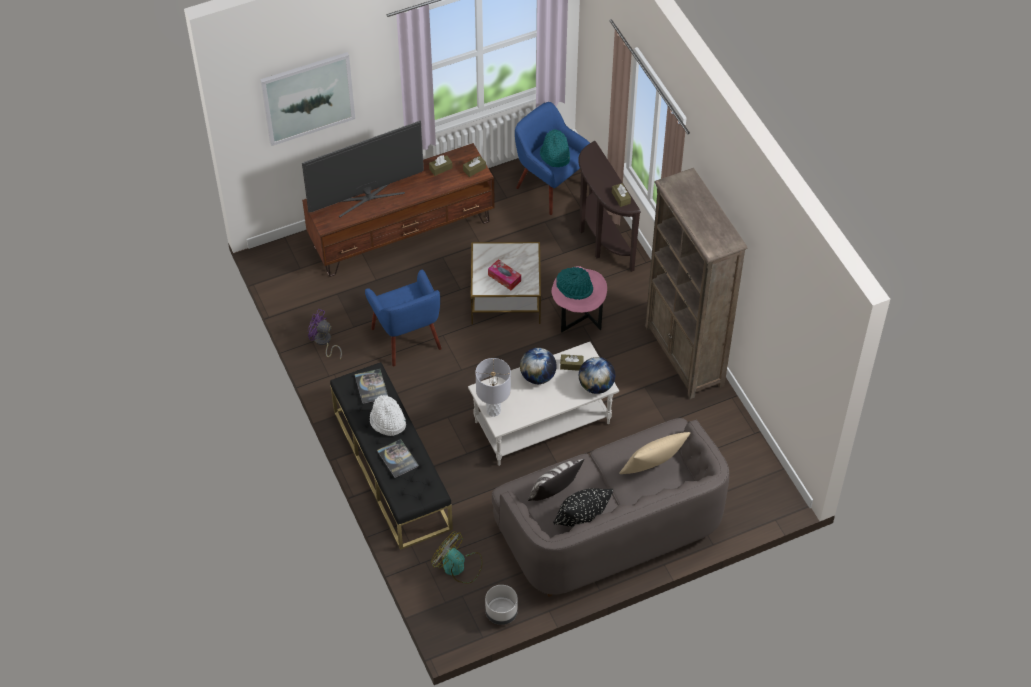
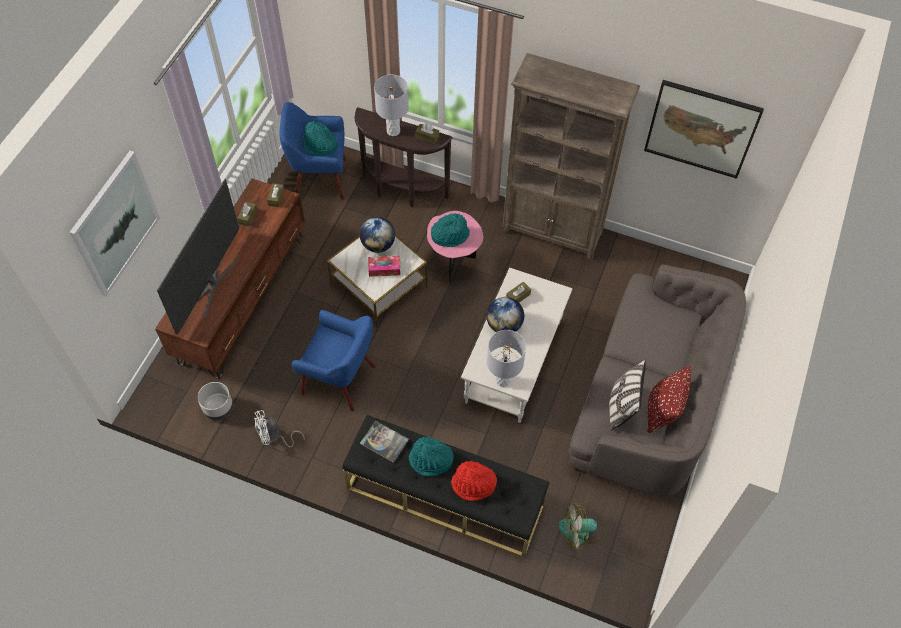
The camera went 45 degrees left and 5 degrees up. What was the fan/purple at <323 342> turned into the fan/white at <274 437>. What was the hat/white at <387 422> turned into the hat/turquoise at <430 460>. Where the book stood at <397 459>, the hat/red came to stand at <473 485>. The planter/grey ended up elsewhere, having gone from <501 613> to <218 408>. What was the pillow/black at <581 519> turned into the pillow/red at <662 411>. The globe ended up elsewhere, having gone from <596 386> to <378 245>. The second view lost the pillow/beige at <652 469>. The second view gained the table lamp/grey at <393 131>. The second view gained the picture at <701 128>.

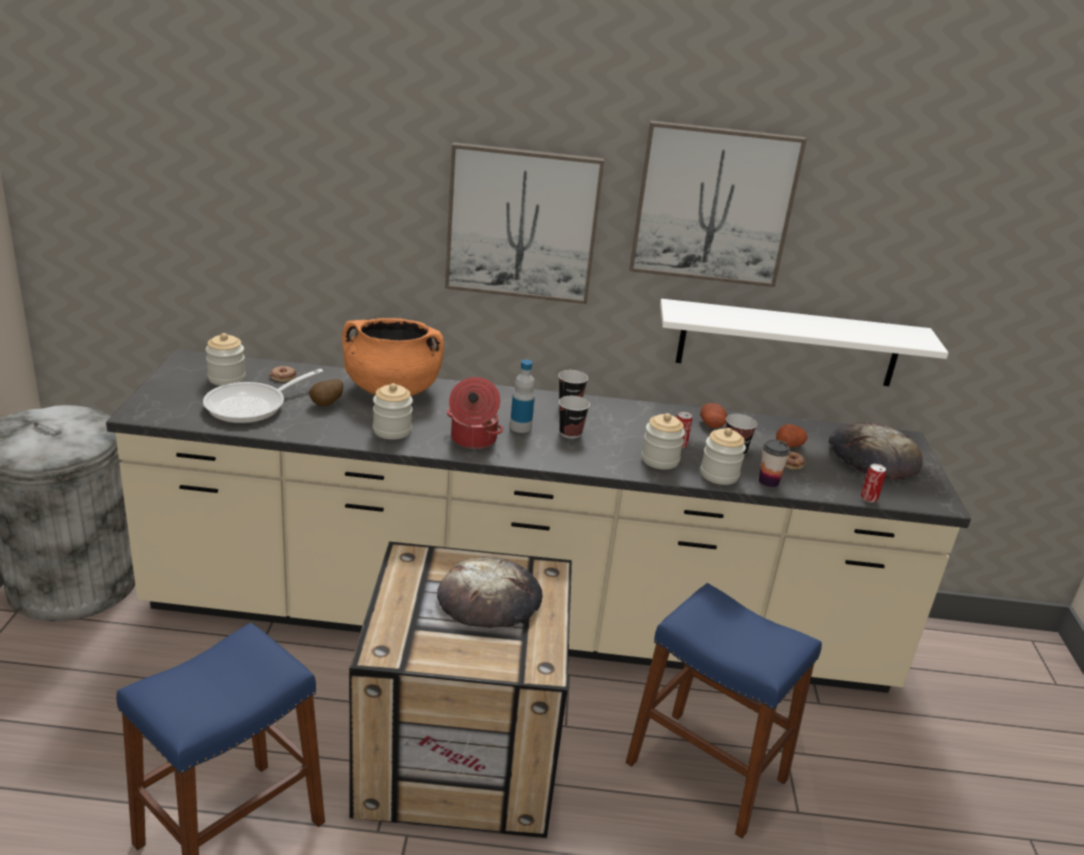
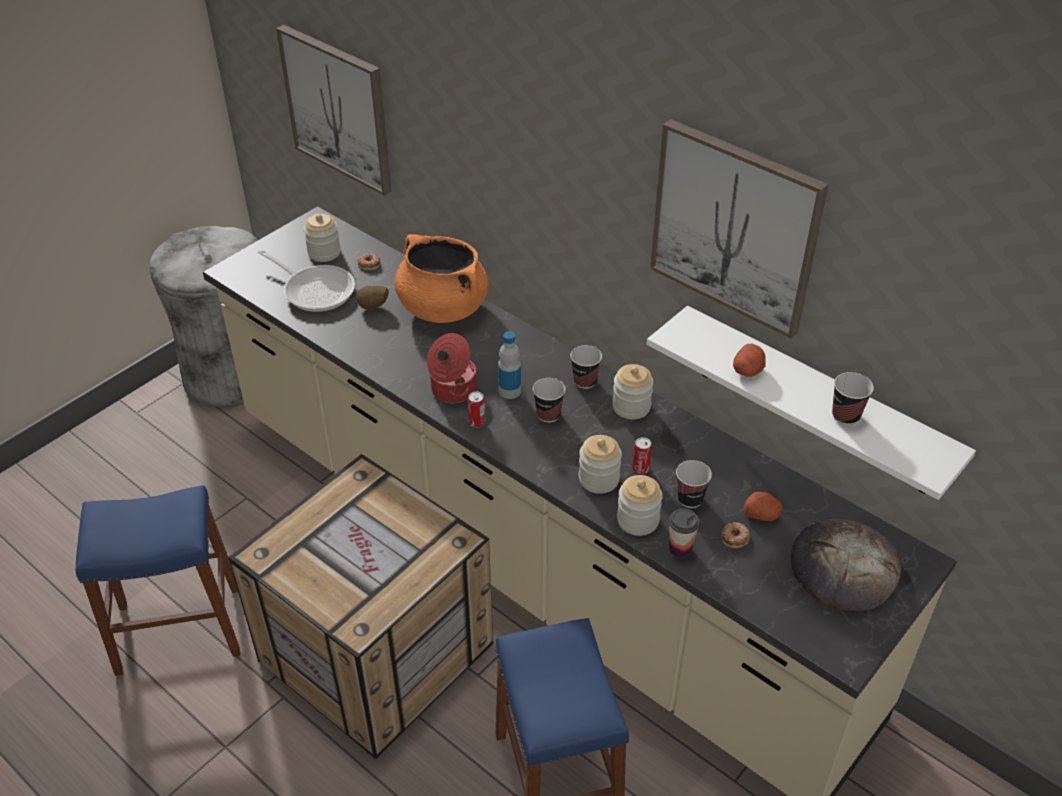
The camera went 40 degrees right and 15 degrees up. The frying pan at <252 406> ended up facing another way, 135 degrees counterclockwise from before. The jar ended up elsewhere, having gone from <392 430> to <631 406>. The second view lost the bread at <490 599>. The picture ended up elsewhere, having gone from <522 223> to <338 109>. The potato ended up elsewhere, having gone from <712 425> to <748 370>. The can ended up elsewhere, having gone from <869 498> to <477 422>. The second view gained the cup at <845 416>.

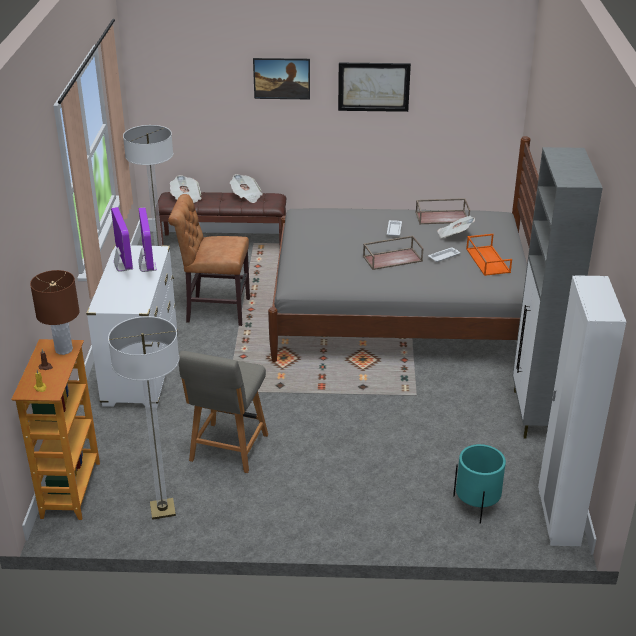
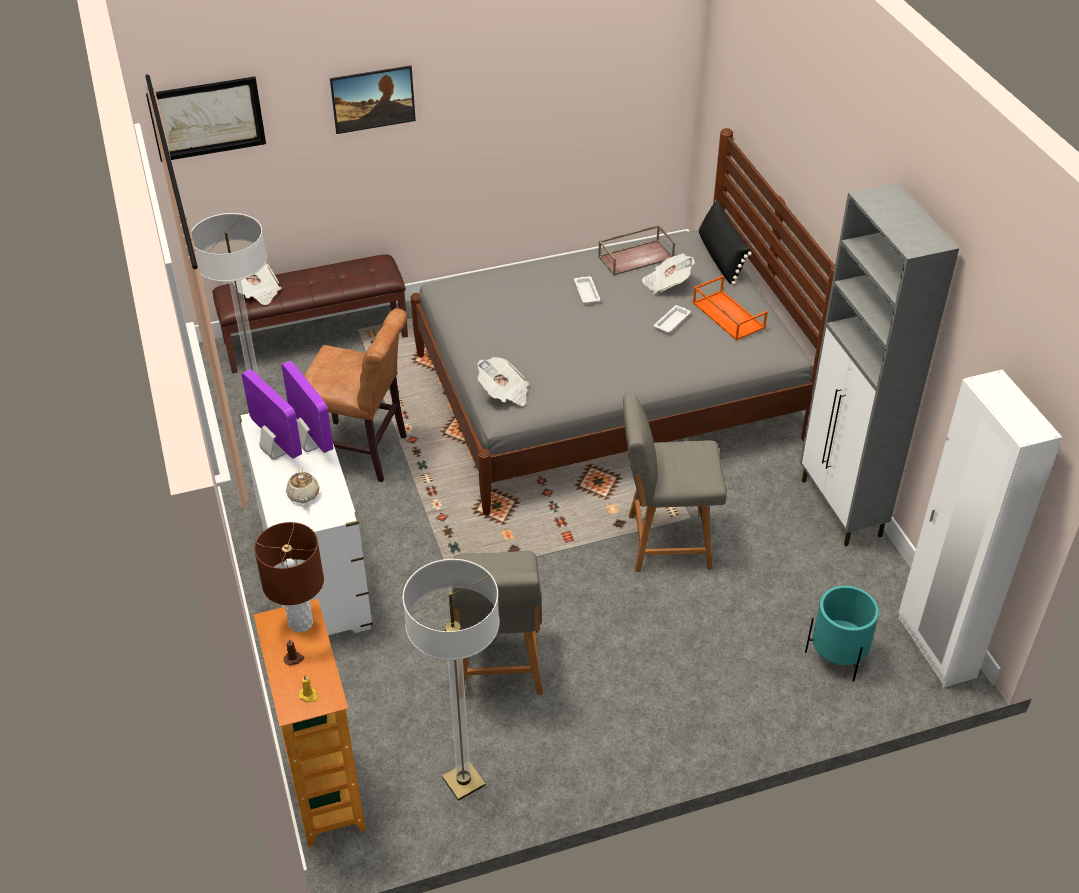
The camera went 20 degrees left and 10 degrees up. The chair/brown at <214 310> ended up facing another way, 150 degrees counterclockwise from before. The newspaper ended up elsewhere, having gone from <246 196> to <504 393>. The picture ended up elsewhere, having gone from <373 86> to <207 118>. The second view lost the tray/brown at <393 258>. The second view gained the teapot/beige at <303 495>. The second view gained the chair/grey at <665 542>. The second view gained the pillow/black at <720 257>.

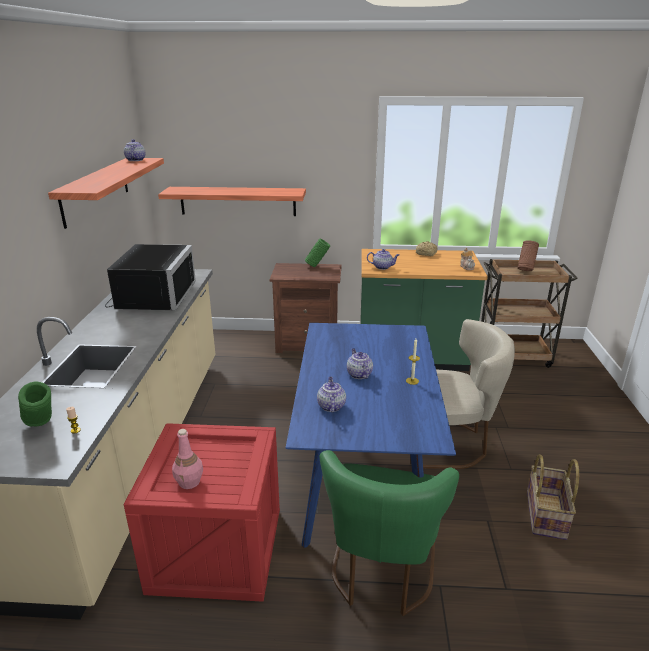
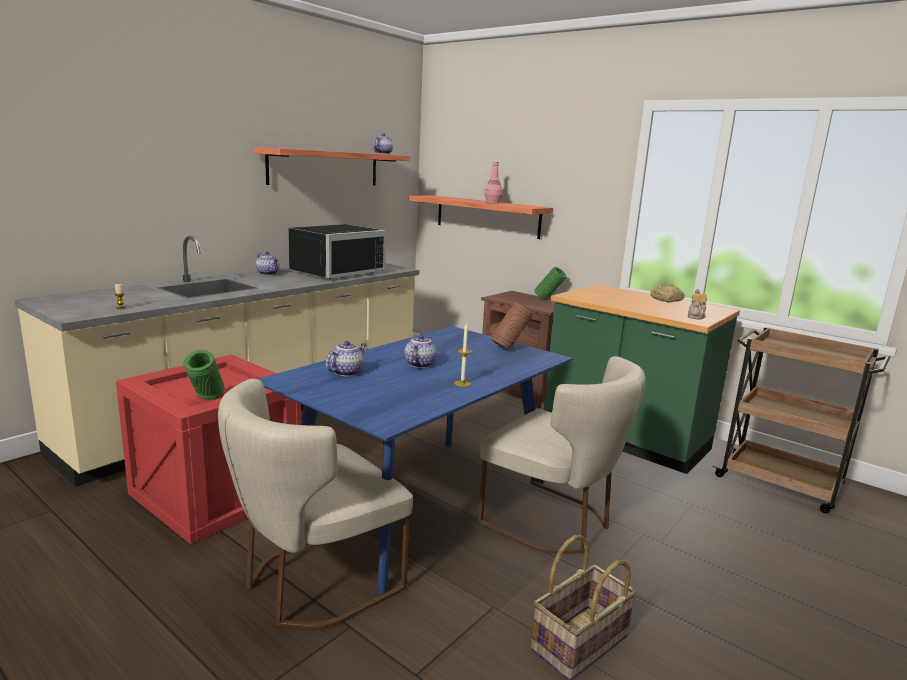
The camera went 35 degrees right and 10 degrees down. The vase/green ended up elsewhere, having gone from <42 427> to <206 401>. The bottle/pink ended up elsewhere, having gone from <189 482> to <493 203>. What was the chair/green at <382 573> turned into the chair/beige at <312 583>. The teapot ended up elsewhere, having gone from <383 267> to <268 273>. The vase/brown ended up elsewhere, having gone from <525 270> to <509 349>.

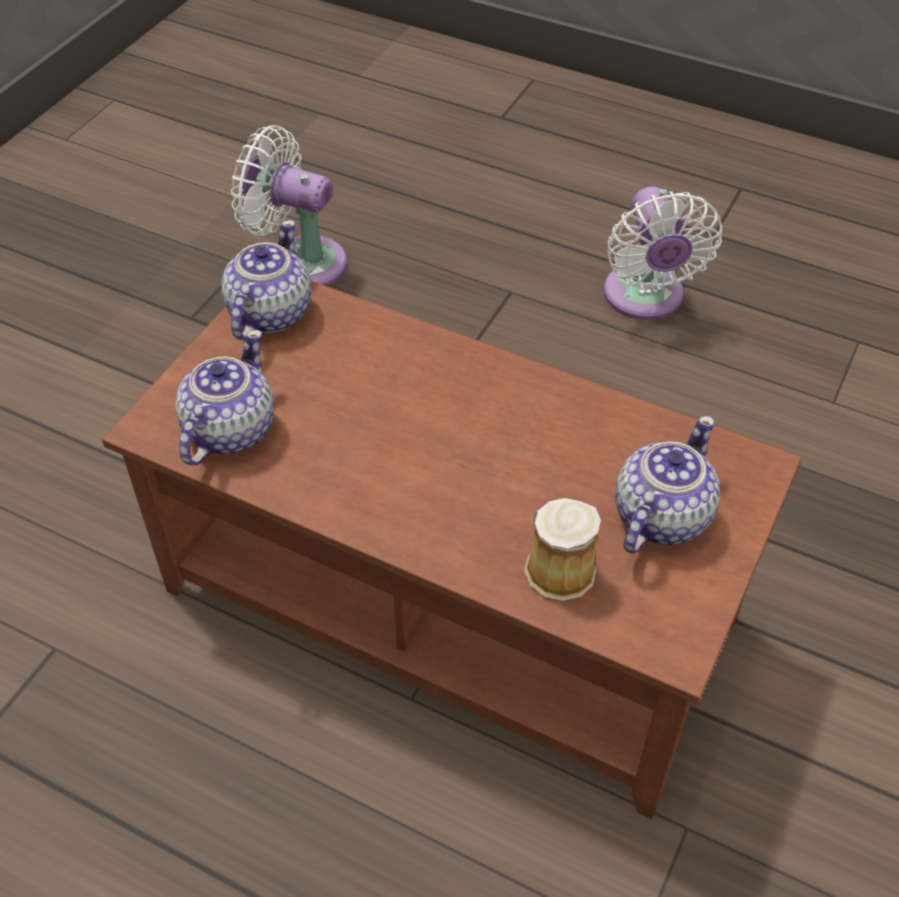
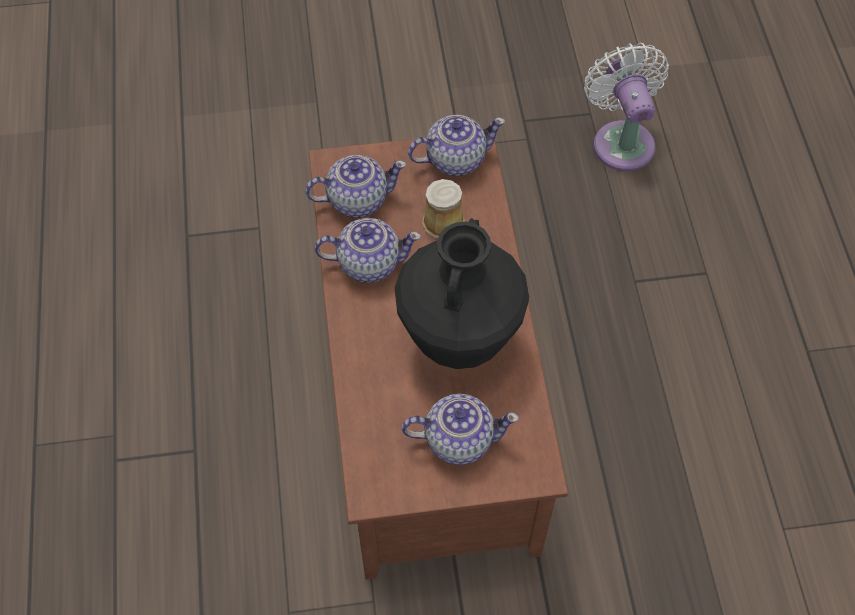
The camera went 55 degrees right and 10 degrees up. The mug ended up elsewhere, having gone from <557 568> to <444 220>. The second view lost the fan/white at <645 299>. The second view gained the teapot at <368 262>. The second view gained the vase/black at <459 339>.

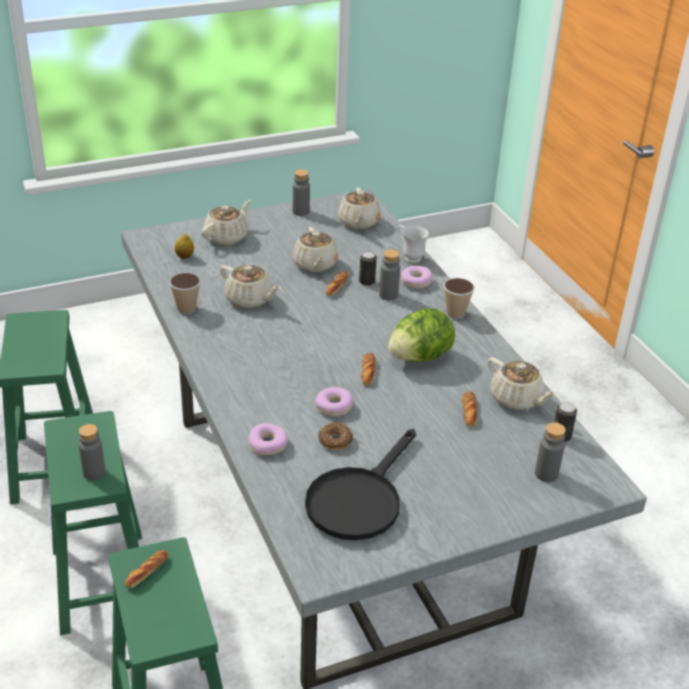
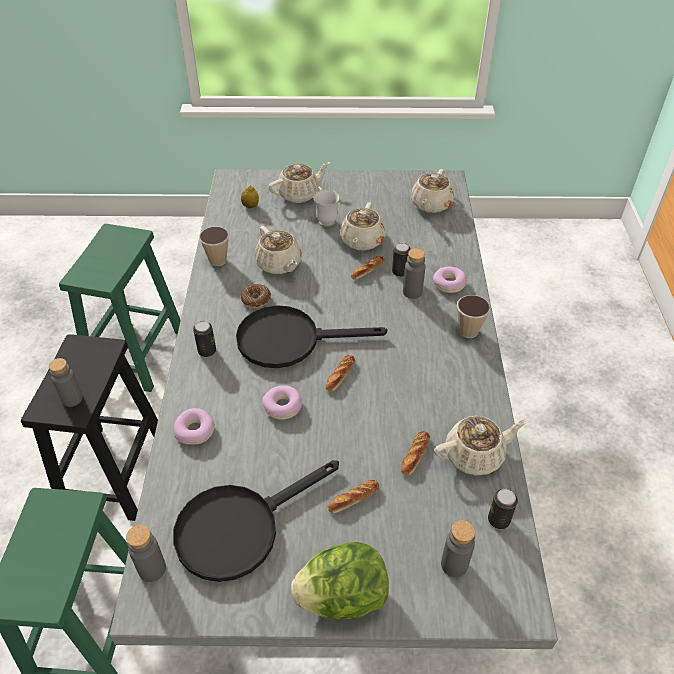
The camera went 25 degrees right and 10 degrees up. What was the stool/green at <102 579> turned into the stool/black at <115 471>. The bread ended up elsewhere, having gone from <147 571> to <353 498>. The bottle/grey ended up elsewhere, having gone from <301 211> to <152 569>. The donut ended up elsewhere, having gone from <335 441> to <256 299>. The lettuce ended up elsewhere, having gone from <419 357> to <343 597>. The mug/white ended up elsewhere, having gone from <409 257> to <325 219>. The teapot/beige at <516 399> ended up facing another way, 90 degrees counterclockwise from before. The second view gained the can at <207 351>. The second view gained the frying pan/black at <290 340>.

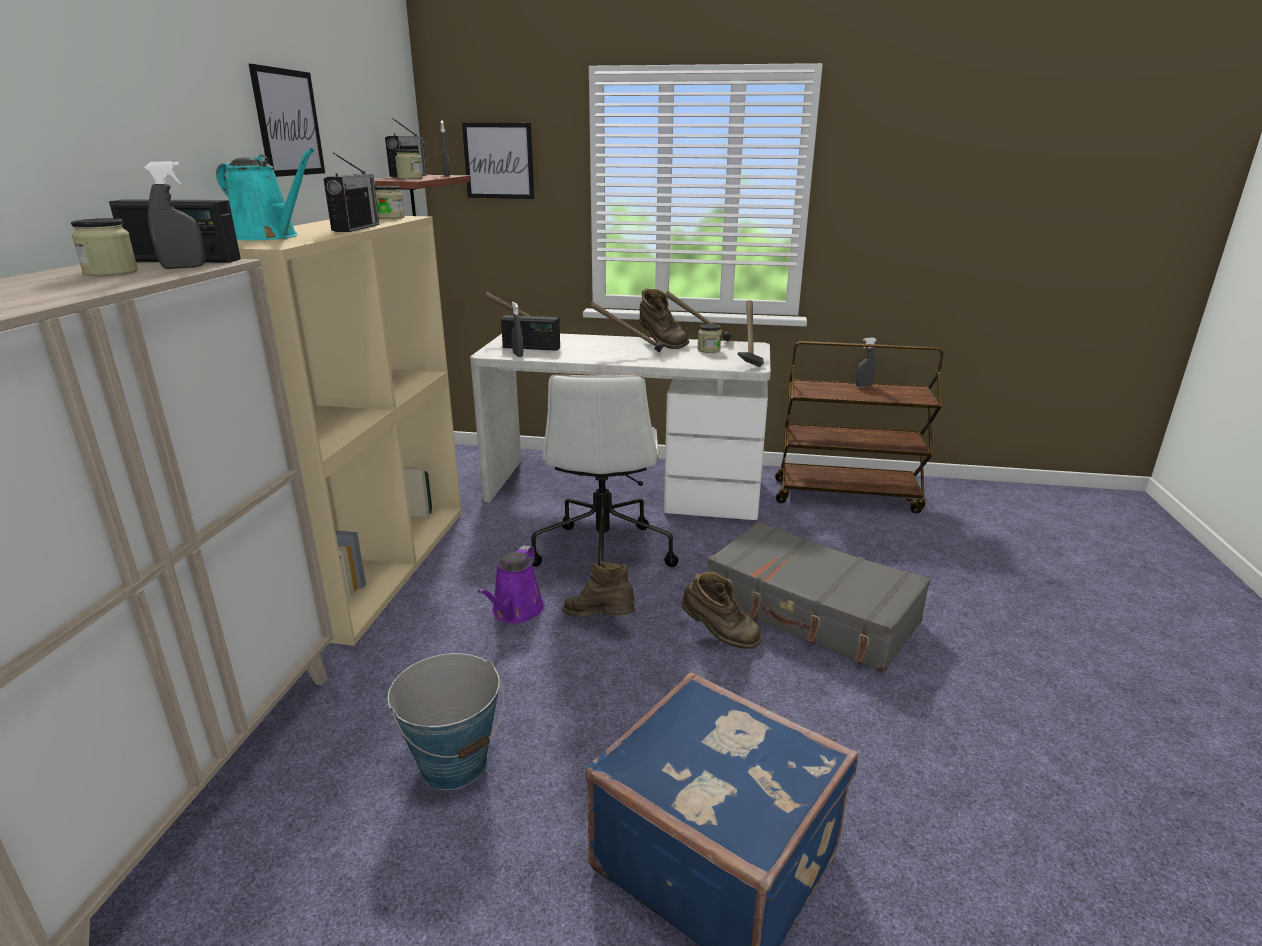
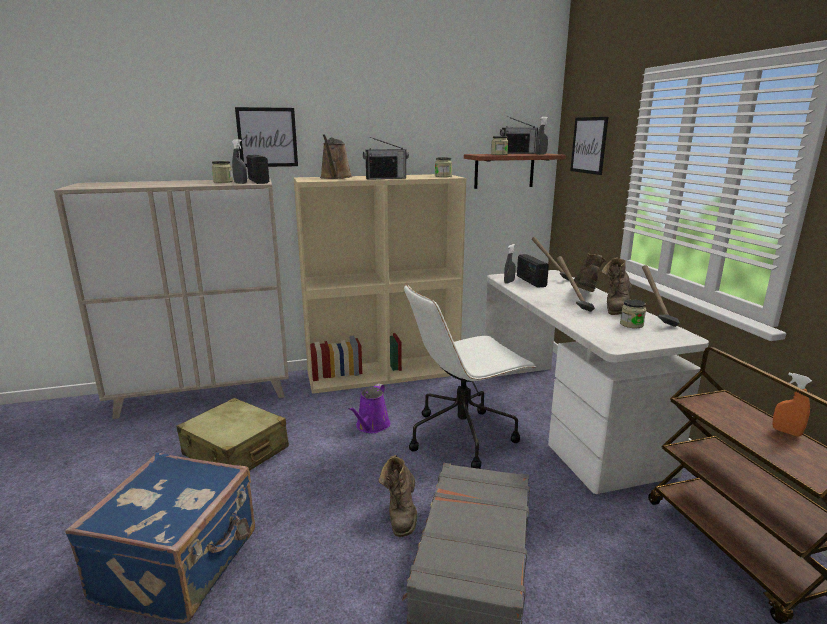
The camera went 65 degrees right and 5 degrees down. What was the watering can/turquoise at <269 237> turned into the watering can/brown at <335 177>. The picture ended up elsewhere, having gone from <288 123> to <267 137>. Where the bucket stood at <454 764>, the suitcase/beige came to stand at <235 452>. The watering can/purple at <515 611> ended up facing another way, 60 degrees counterclockwise from before. The boot/brown ended up elsewhere, having gone from <600 622> to <584 295>. The second view lost the hammer at <747 358>. What was the spray bottle/grey at <864 386> turned into the spray bottle/orange at <786 432>.

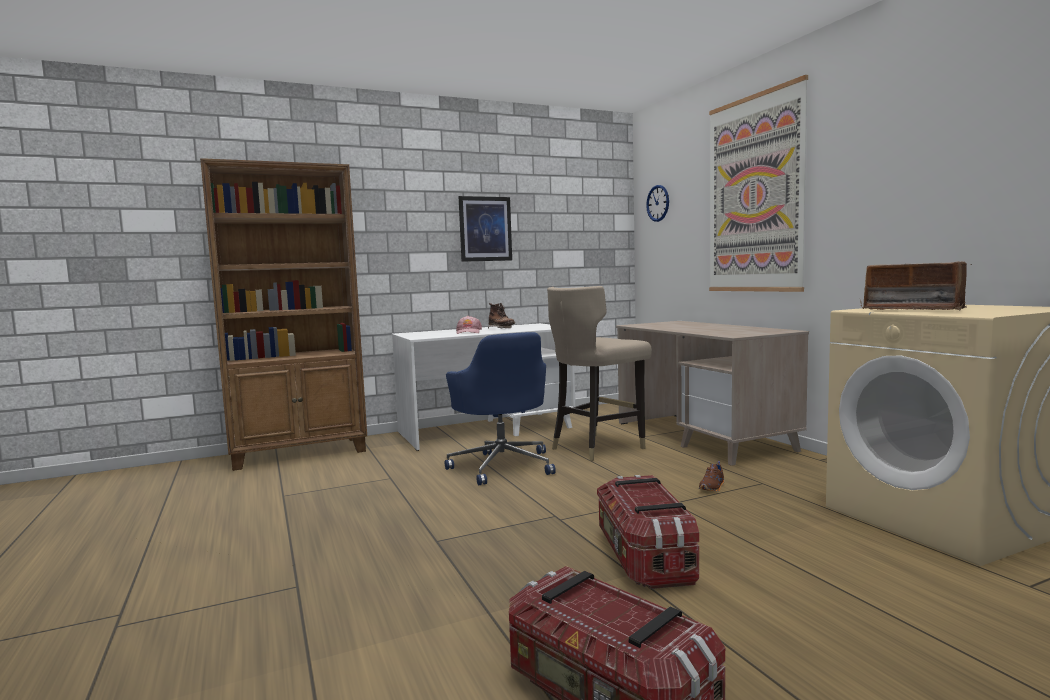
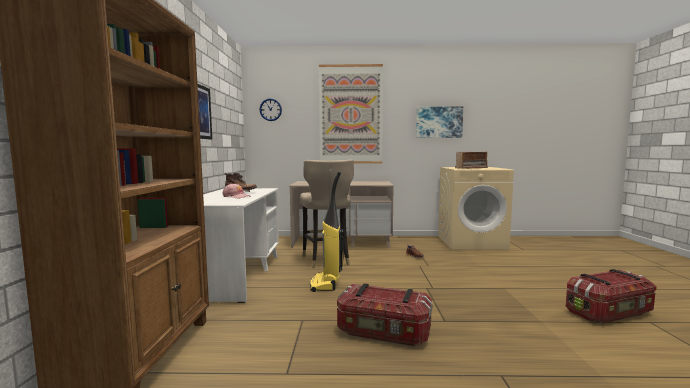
The camera went 65 degrees left and 0 degrees up. Where the office chair/blue stood at <502 465>, the vacuum cleaner came to stand at <326 284>. The storage box ended up elsewhere, having gone from <644 557> to <383 333>. The second view gained the picture at <438 122>.

